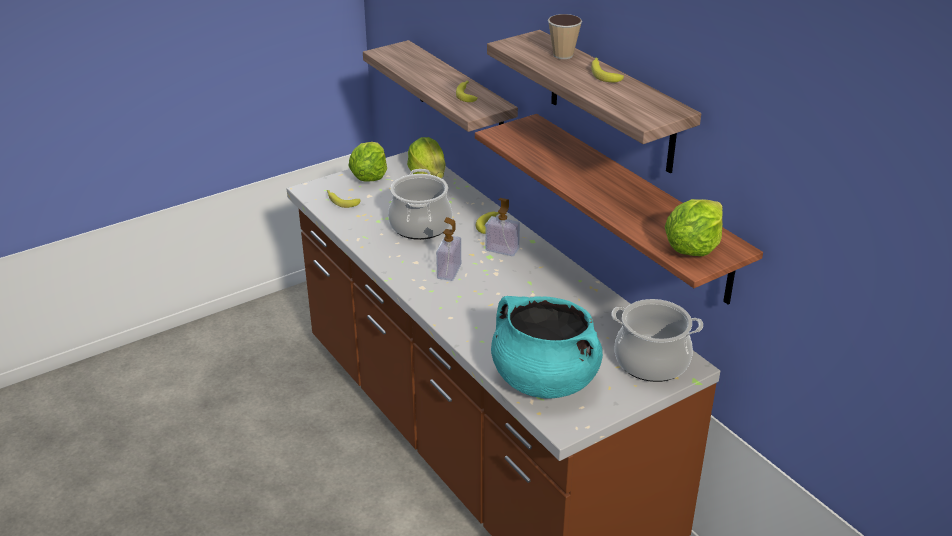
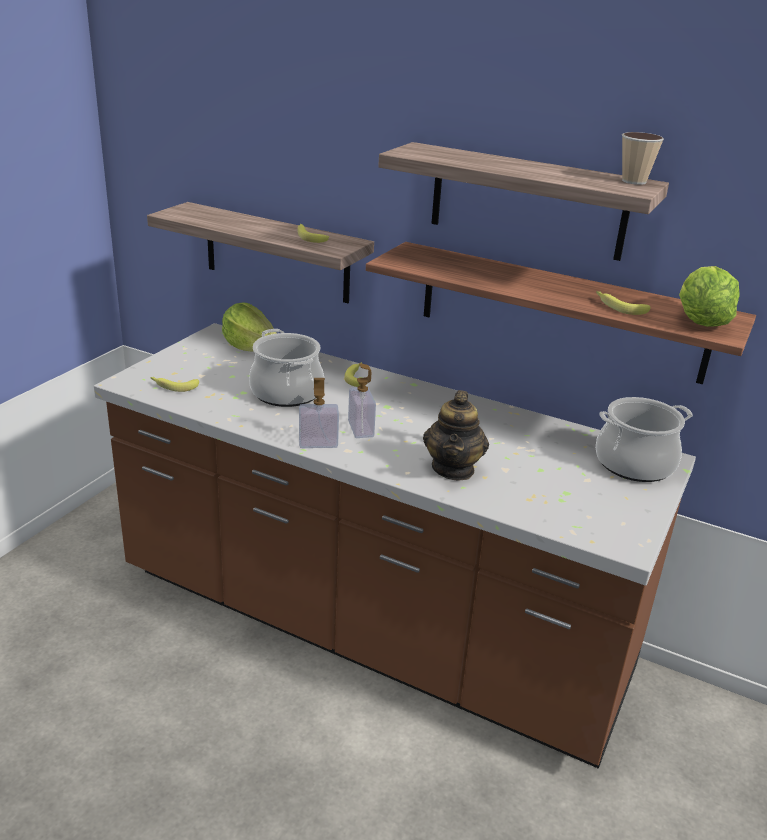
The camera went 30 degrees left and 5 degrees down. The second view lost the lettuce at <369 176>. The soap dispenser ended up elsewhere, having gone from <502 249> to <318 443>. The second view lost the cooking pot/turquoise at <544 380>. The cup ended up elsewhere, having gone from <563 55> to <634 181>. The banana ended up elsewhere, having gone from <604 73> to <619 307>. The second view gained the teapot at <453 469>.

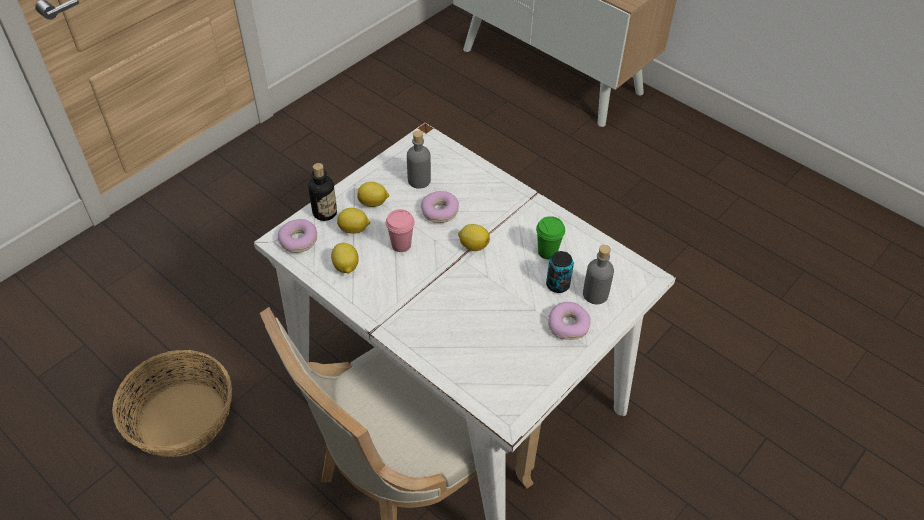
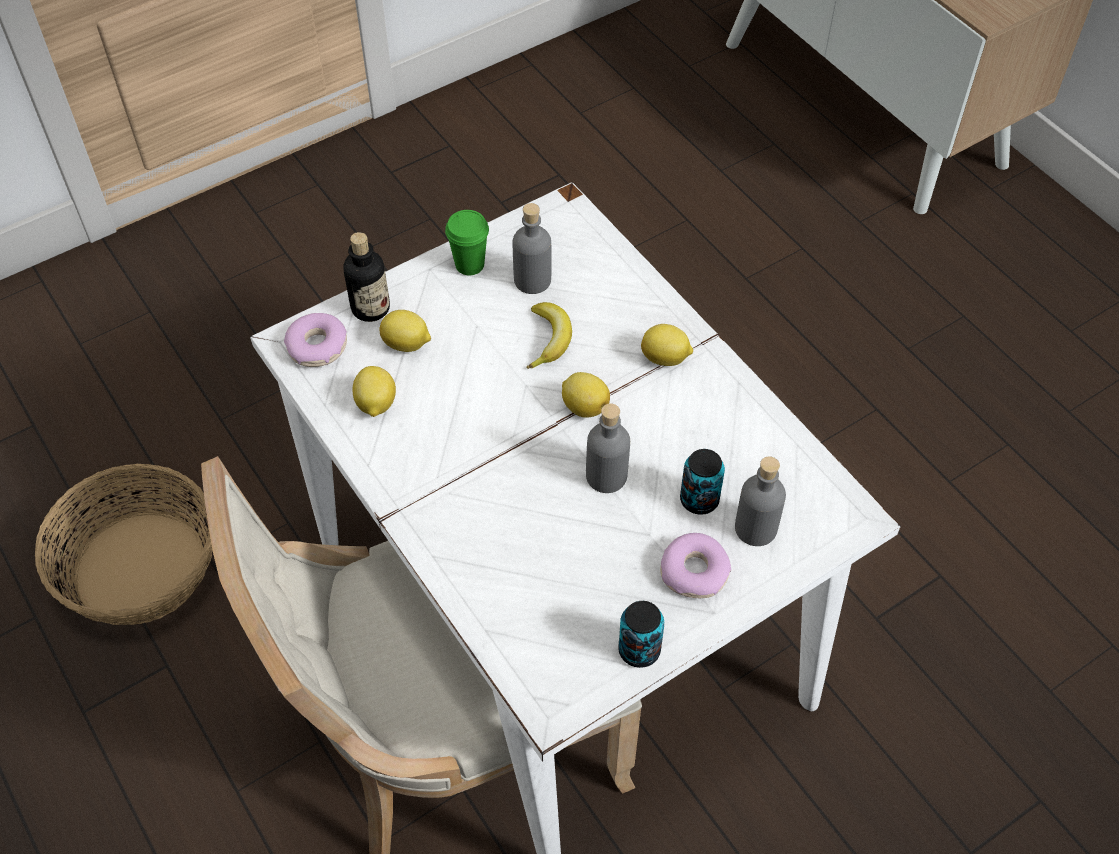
The camera went 15 degrees right and 5 degrees up. The lemon ended up elsewhere, having gone from <373 203> to <665 358>. The second view lost the cup/pink at <401 245>. Where the donut stood at <440 212>, the banana came to stand at <549 339>. The cup/green ended up elsewhere, having gone from <547 252> to <469 265>. The second view gained the bottle/grey at <606 476>. The second view gained the can at <639 650>.

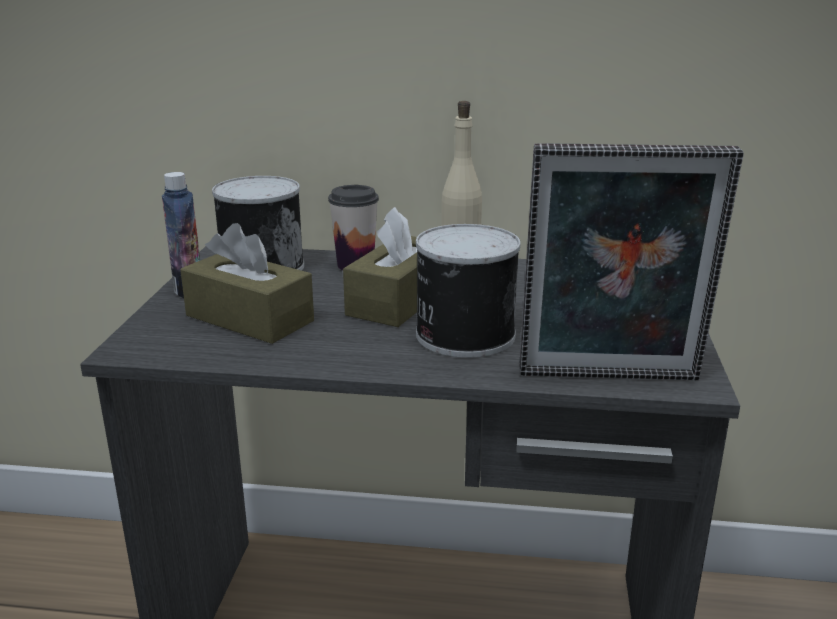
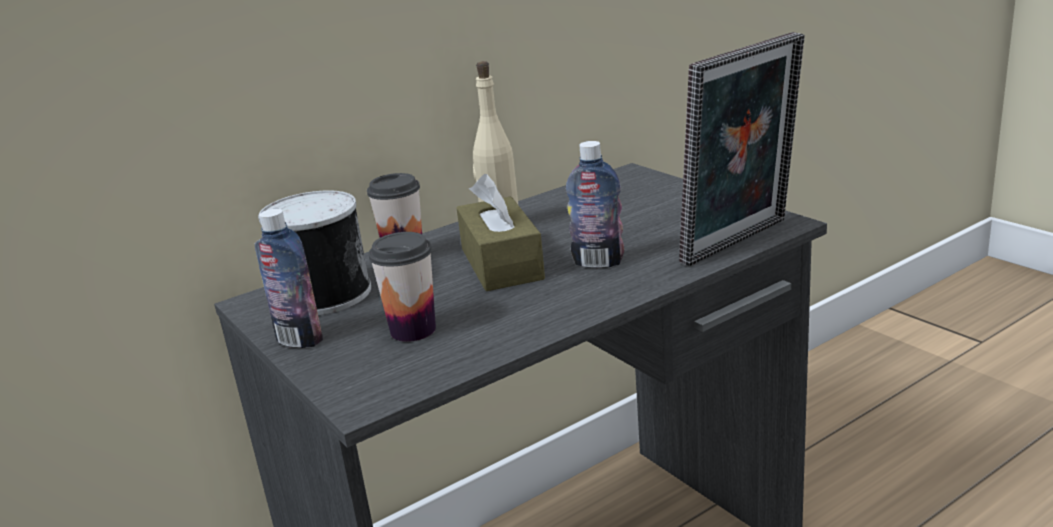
The camera went 40 degrees left and 0 degrees up. Where the tissue box/brown stood at <249 318>, the cup came to stand at <413 330>. Where the can stood at <462 334>, the bottle came to stand at <598 262>.

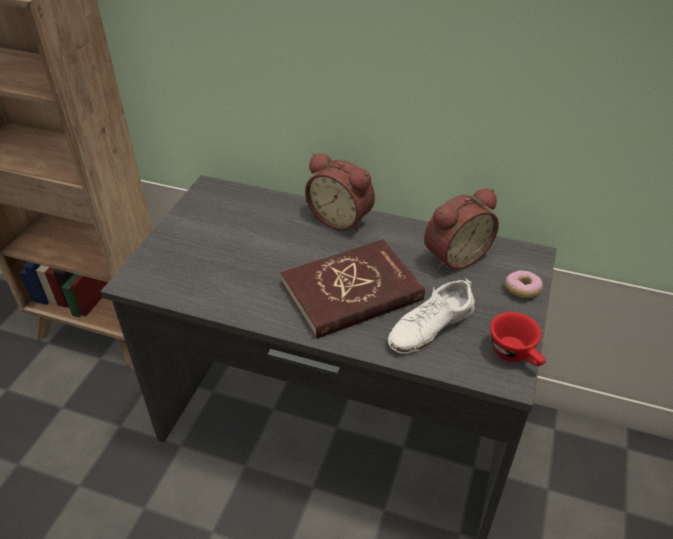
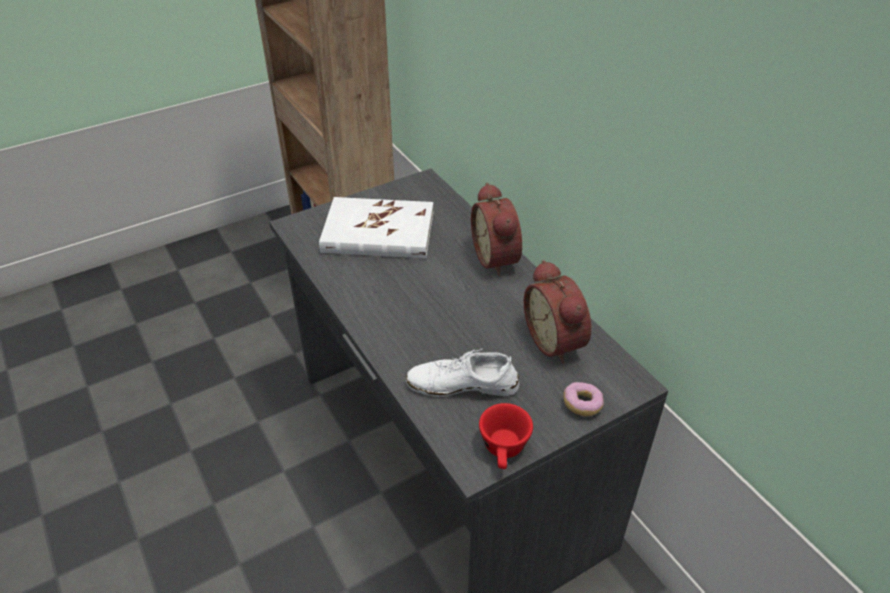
The camera went 40 degrees right and 0 degrees up. The second view lost the book/red at <352 292>. The alarm clock at <454 255> ended up facing another way, 60 degrees clockwise from before. The second view gained the book/white at <378 233>.

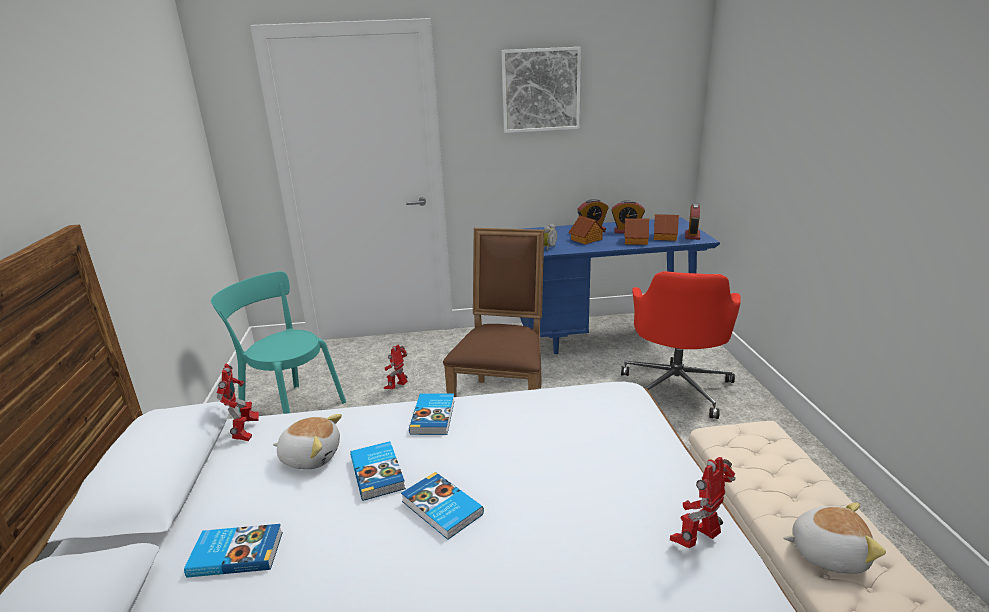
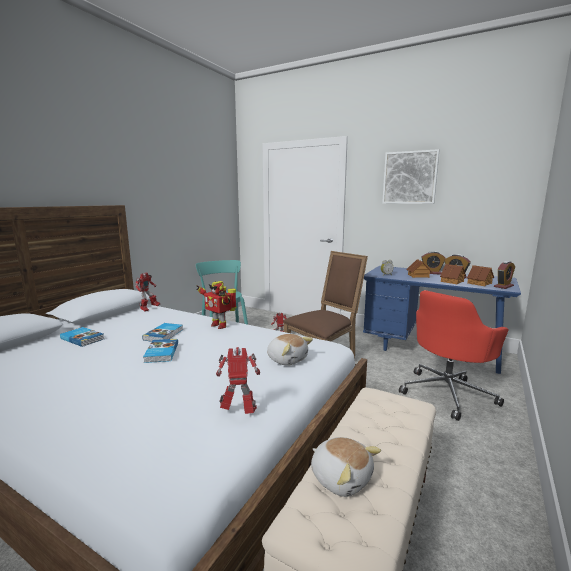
The camera went 35 degrees right and 10 degrees down. The plush toy ended up elsewhere, having gone from <311 456> to <287 359>. Where the book stood at <434 416>, the toy robot came to stand at <219 325>.

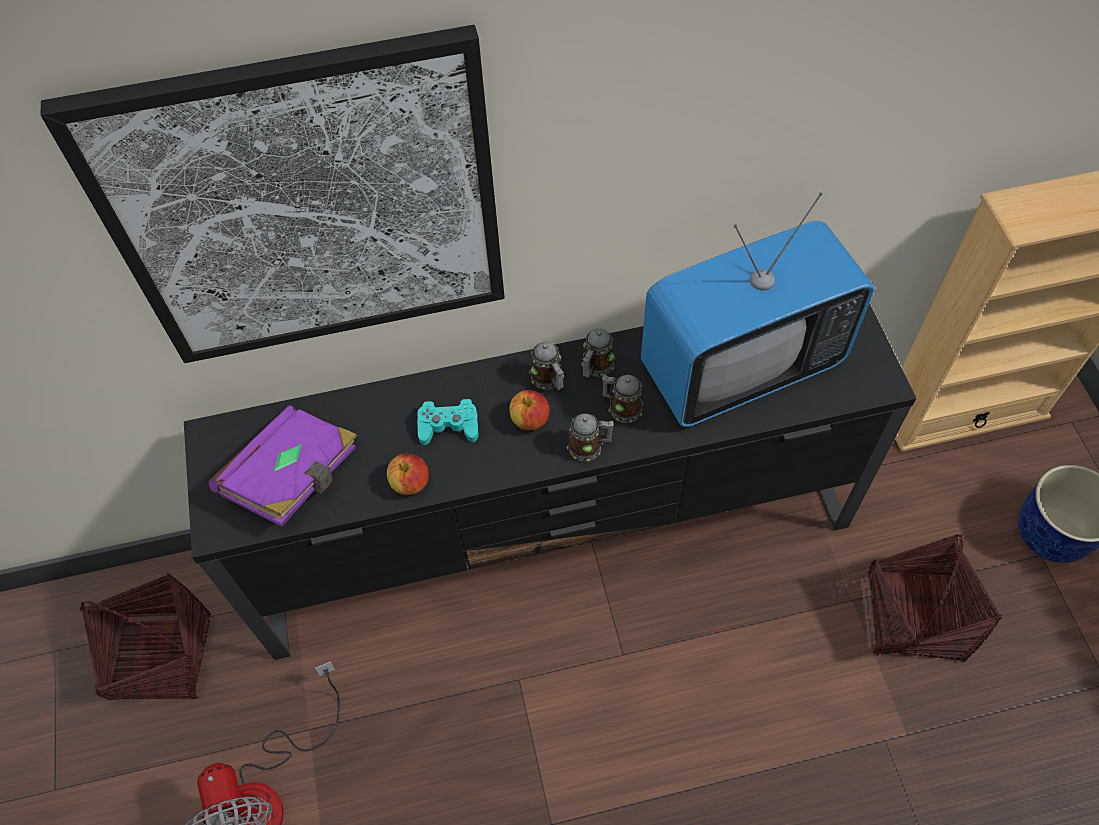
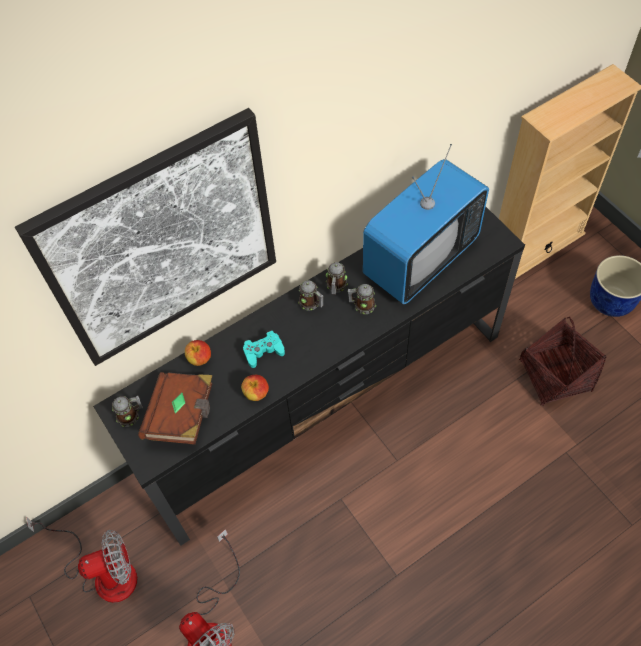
The camera went 20 degrees left and 0 degrees up. Where the basket stood at <161 656>, the fan came to stand at <103 572>. What was the book/purple at <294 476> turned into the book/brown at <182 414>. The apple ended up elsewhere, having gone from <530 420> to <200 359>. The mug ended up elsewhere, having gone from <589 447> to <131 415>.

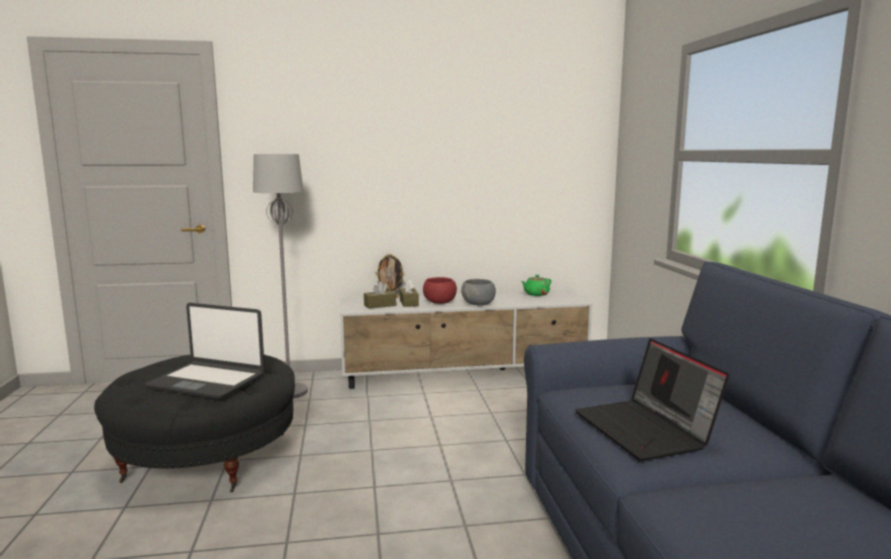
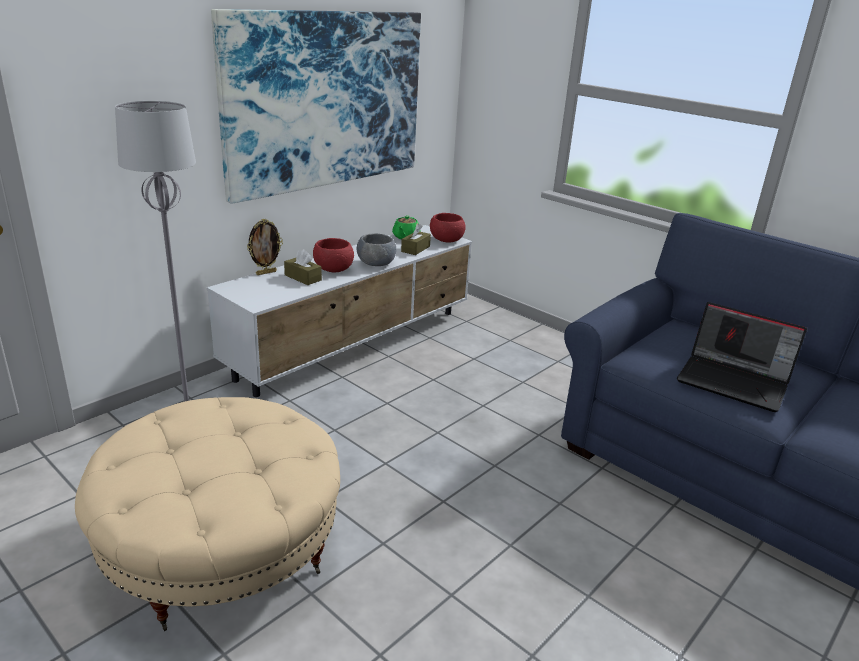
The camera went 40 degrees left and 15 degrees up. What was the ottoman/black at <207 457> turned into the ottoman/beige at <222 548>. The second view lost the laptop at <207 381>. The tissue box/brown ended up elsewhere, having gone from <380 305> to <415 249>. The second view gained the picture at <326 100>. The second view gained the bowl/red at <446 240>.

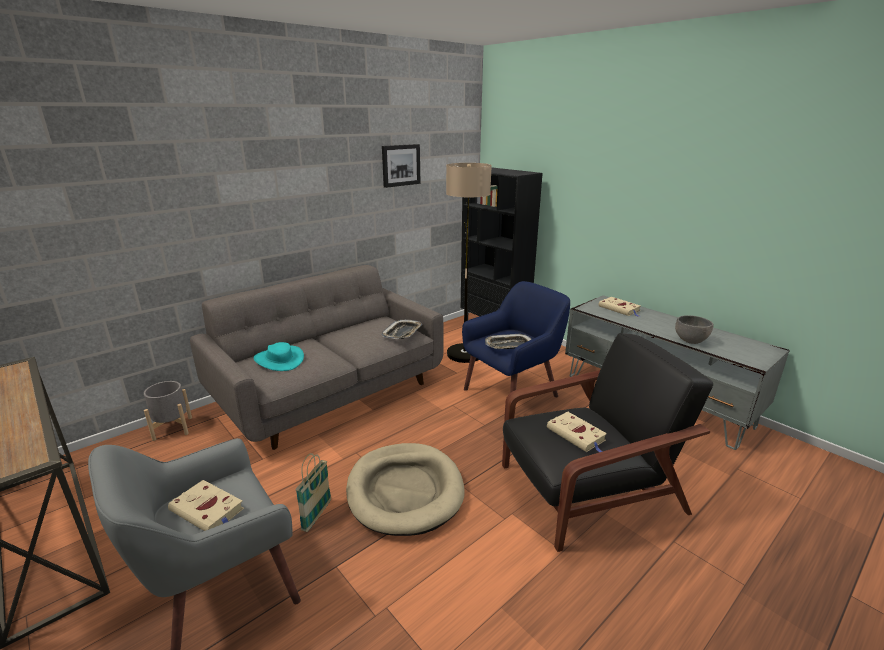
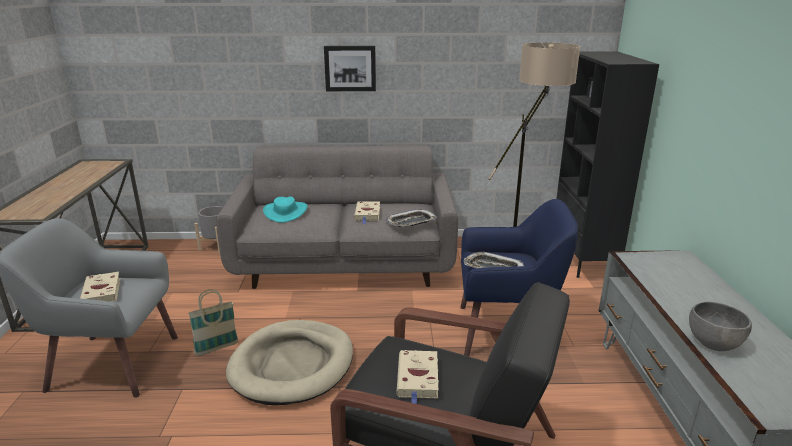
The camera went 40 degrees right and 0 degrees up. The picture ended up elsewhere, having gone from <400 165> to <350 68>. The book/beige ended up elsewhere, having gone from <620 309> to <367 214>.

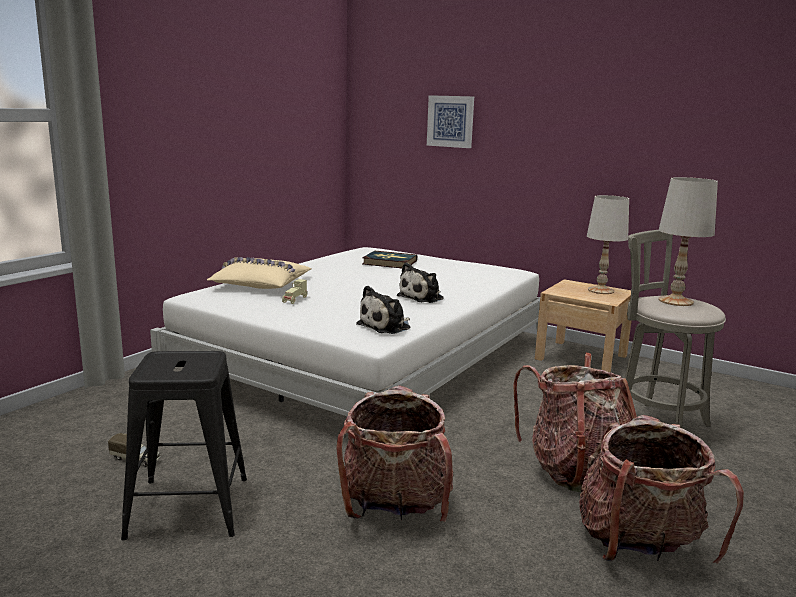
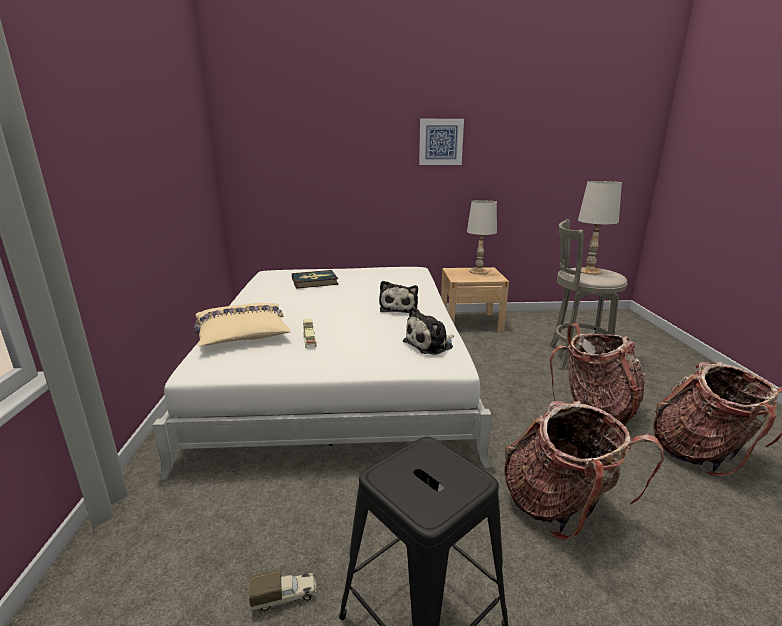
The camera went 35 degrees left and 5 degrees up. The plush toy at <386 326> ended up facing another way, 45 degrees clockwise from before. The picture ended up elsewhere, having gone from <450 121> to <440 142>.

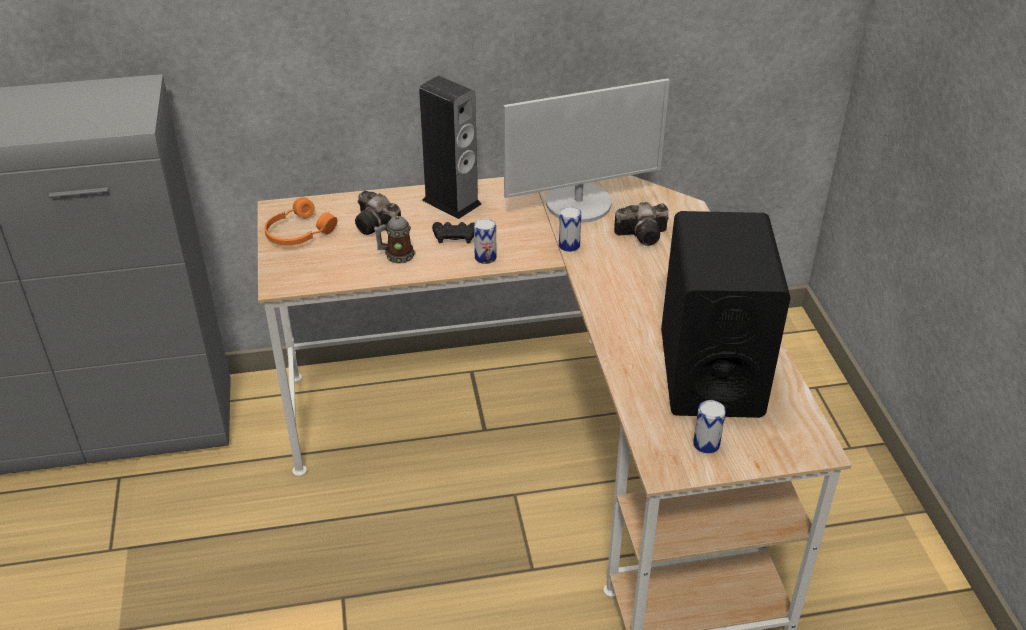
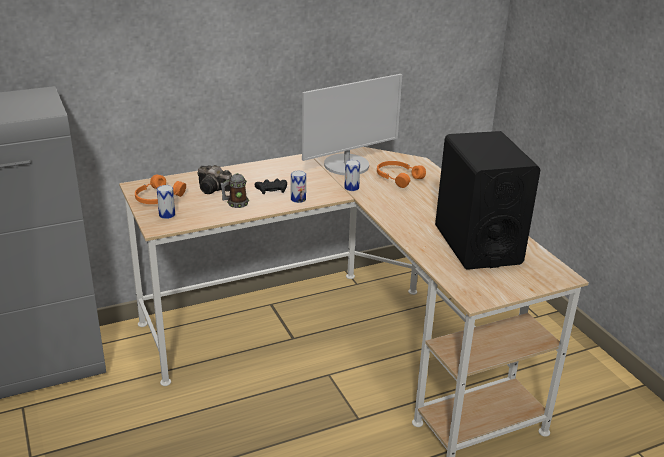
The camera went 15 degrees left and 10 degrees down. The second view lost the speaker at <451 202>. Where the photo camera stood at <644 234>, the headphones/orange came to stand at <398 178>. The can ended up elsewhere, having gone from <706 444> to <167 215>.

